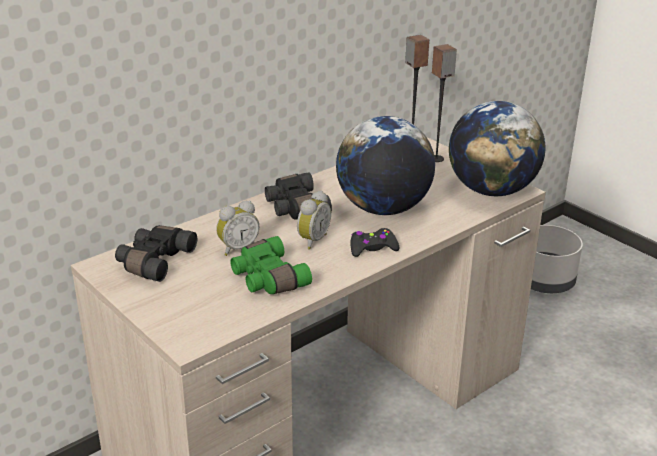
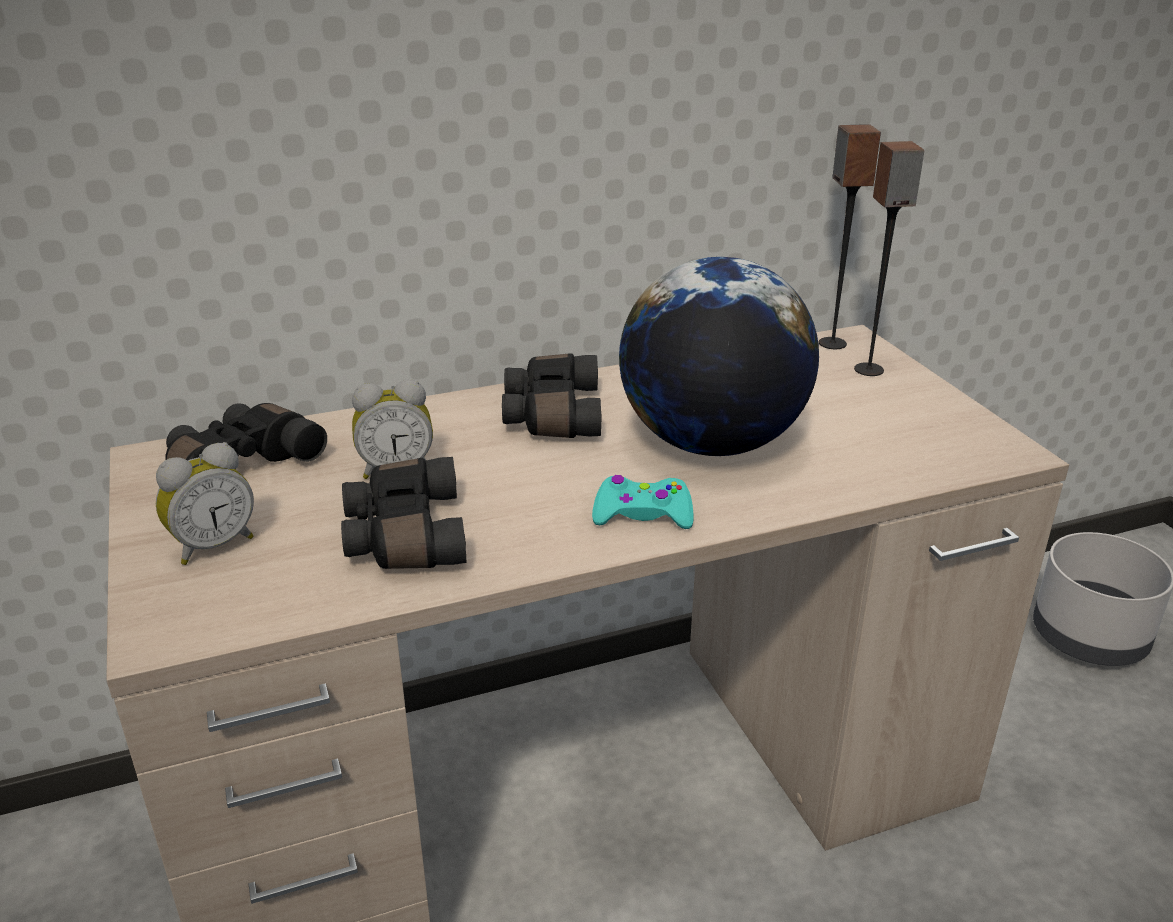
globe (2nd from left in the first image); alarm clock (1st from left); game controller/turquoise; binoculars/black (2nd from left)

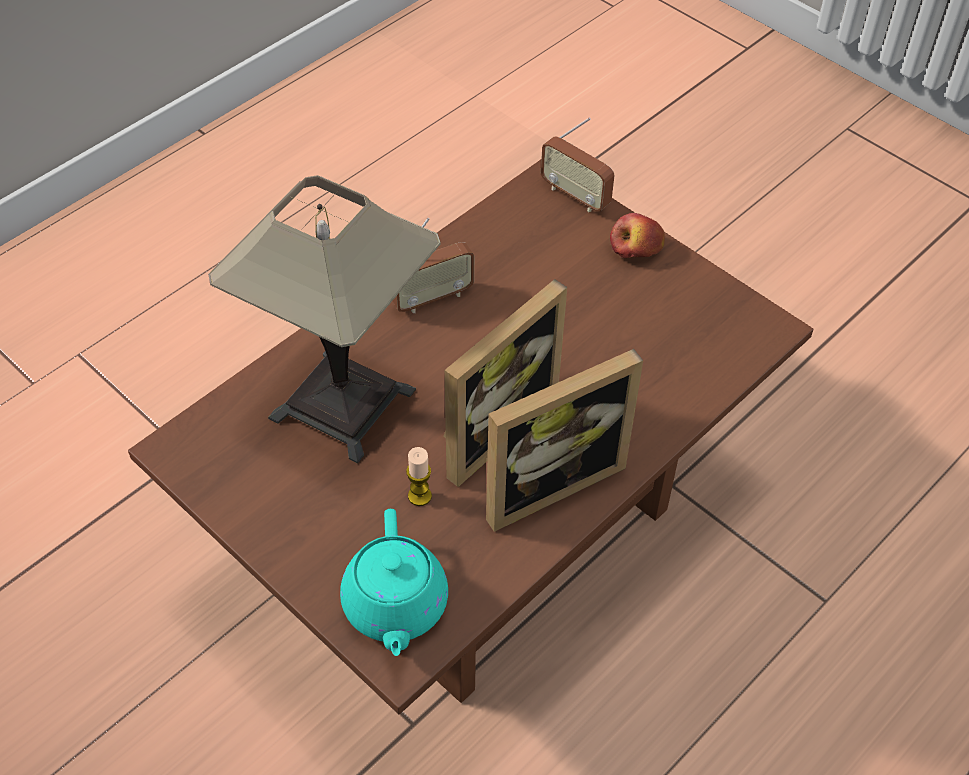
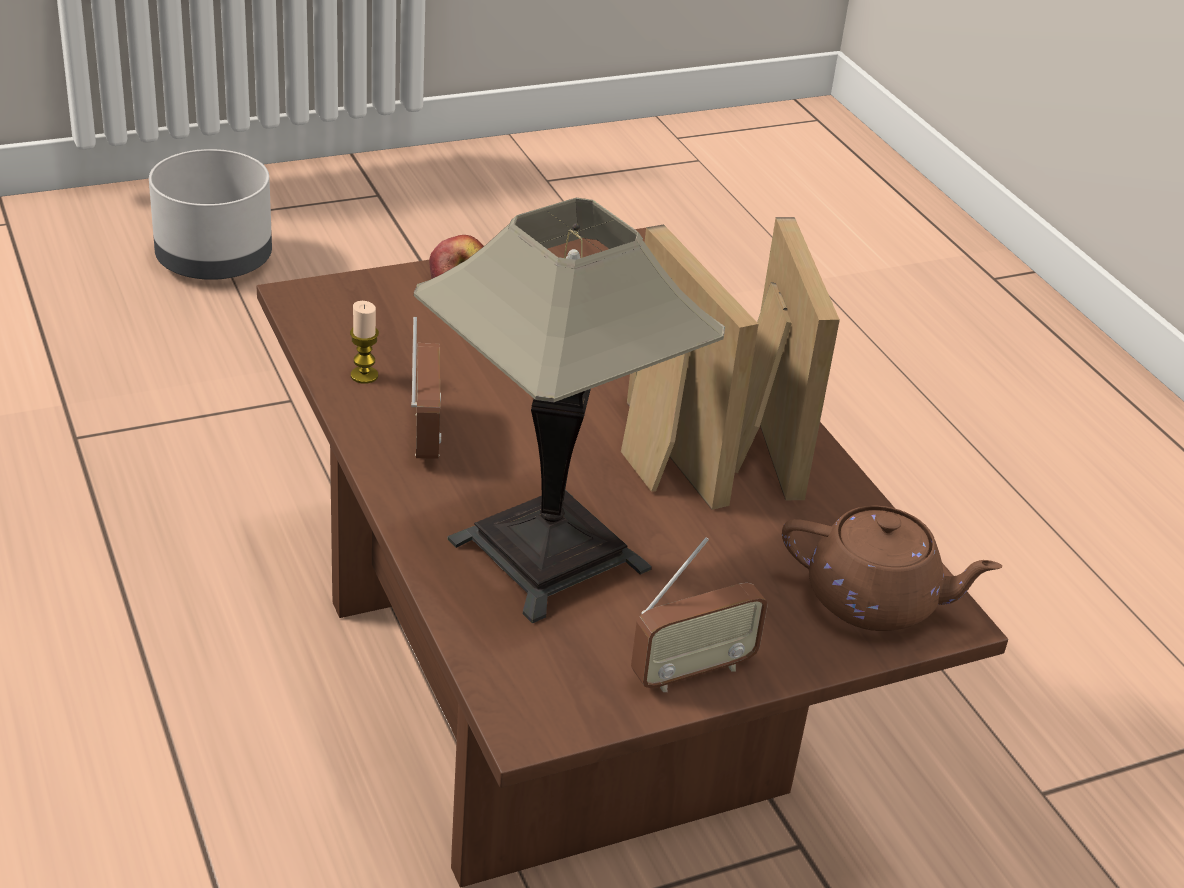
radio (2nd from left); candle; teapot/brown; planter/grey

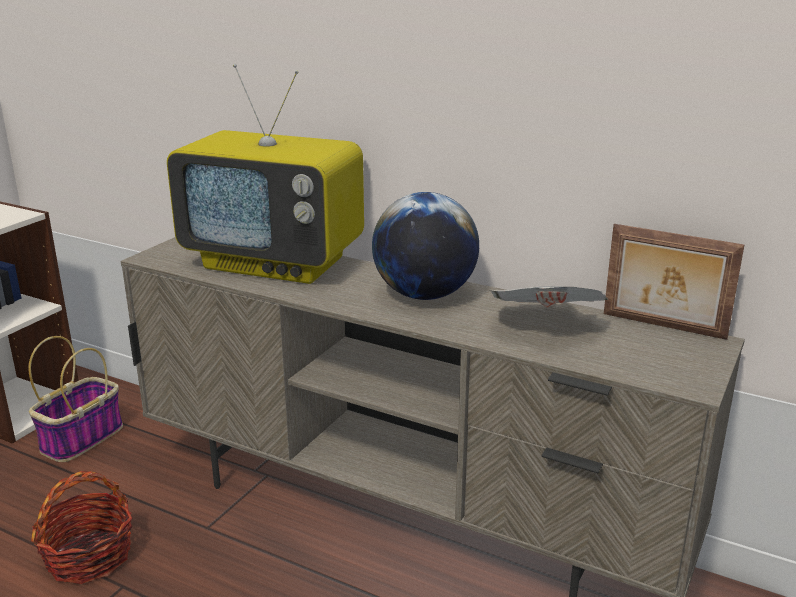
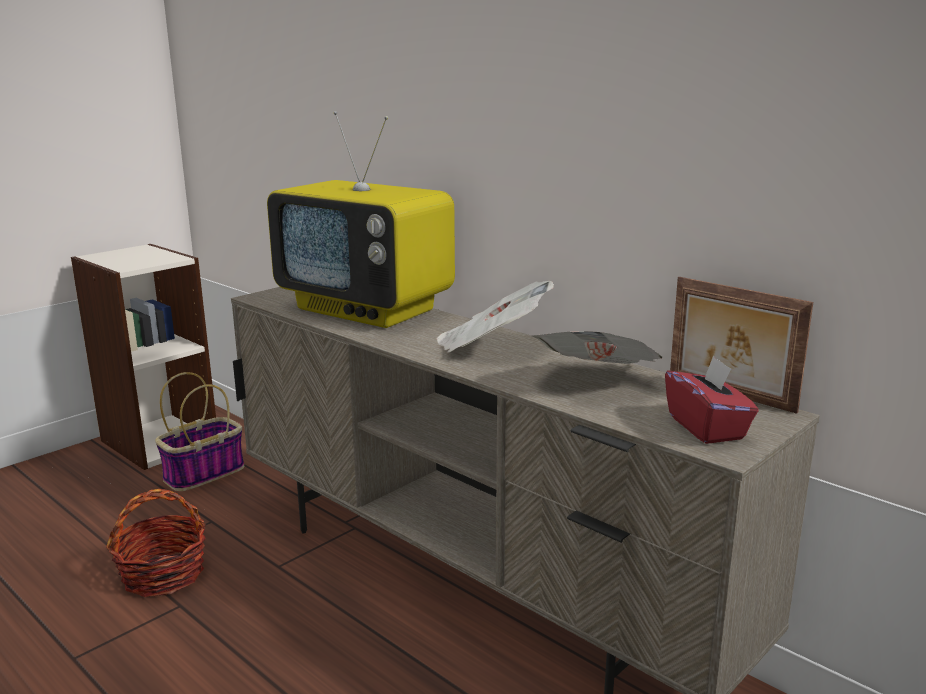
newspaper (1st from left); tissue box/red

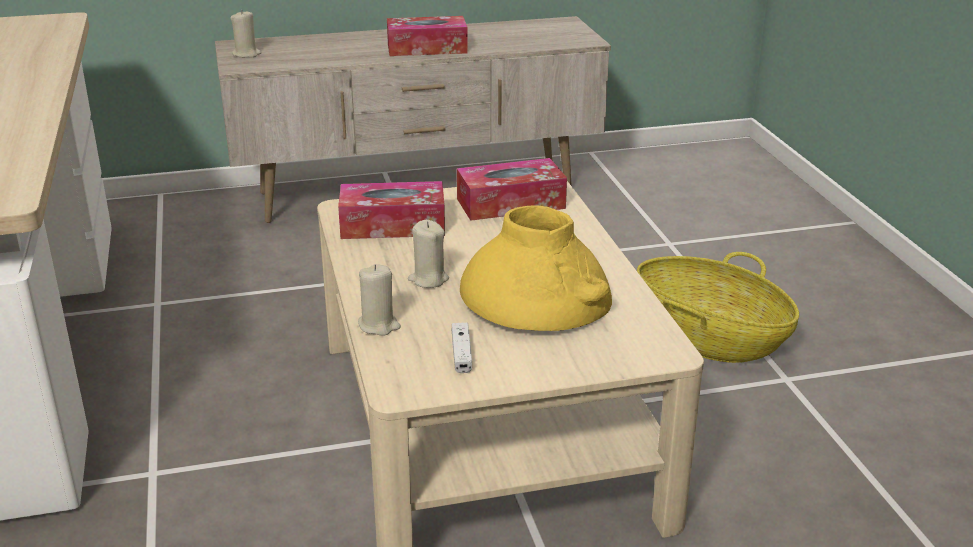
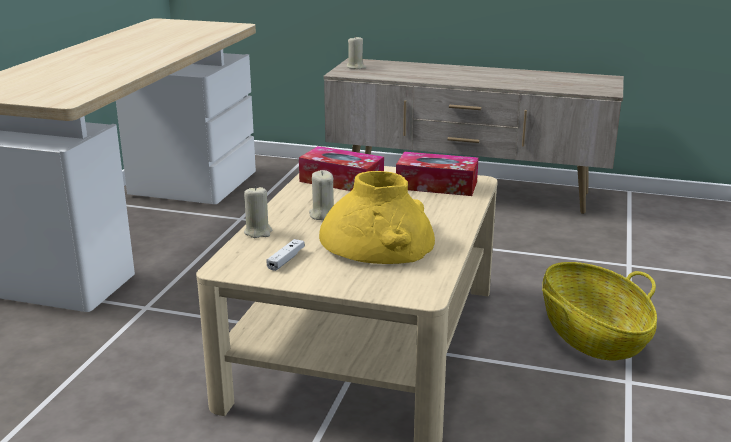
tissue box (2nd from left in the first image)

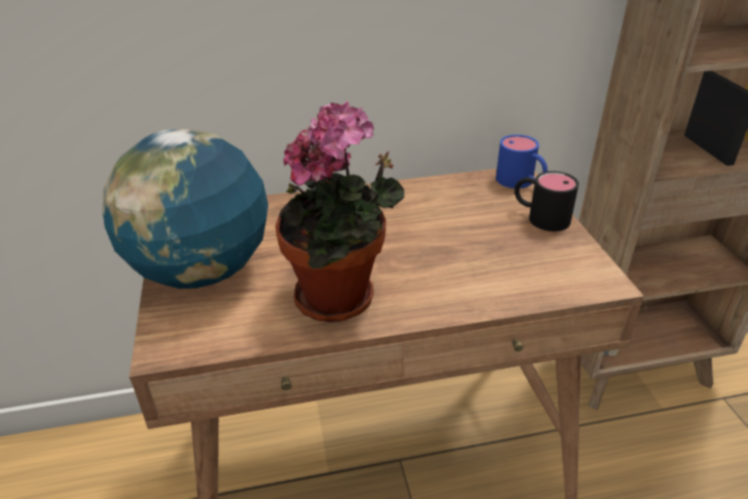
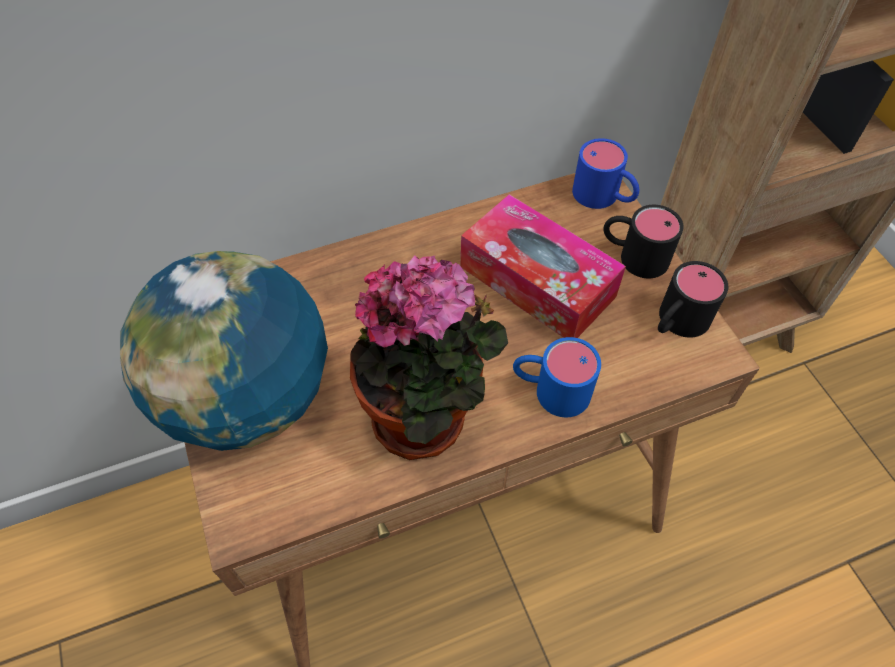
tissue box; mug/black (2nd from left); mug/blue (1st from left)

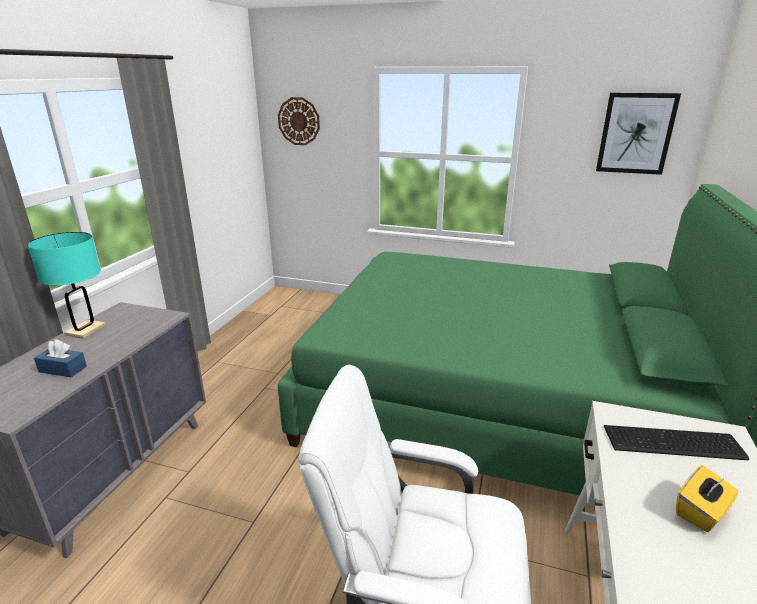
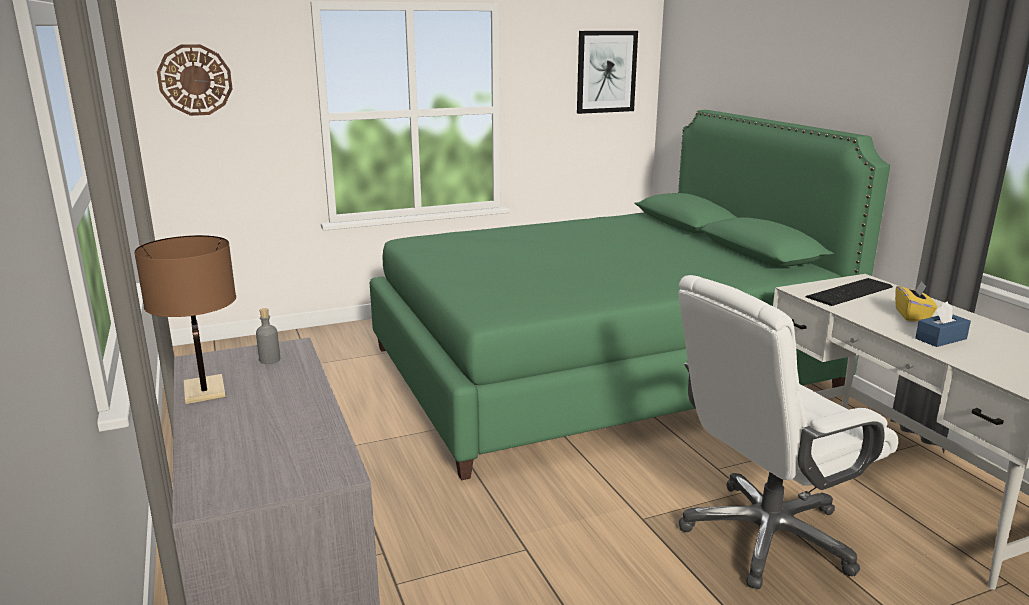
table lamp/brown; tissue box/blue; bottle/grey

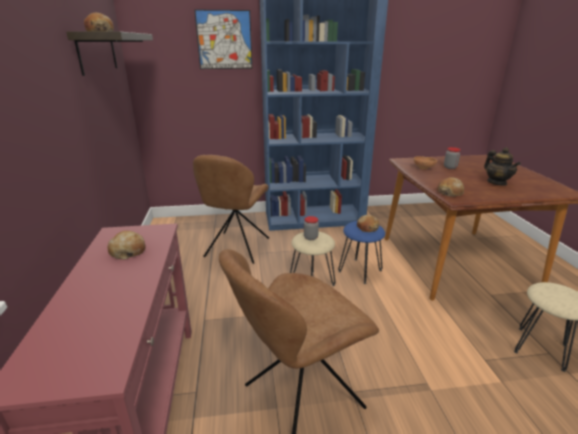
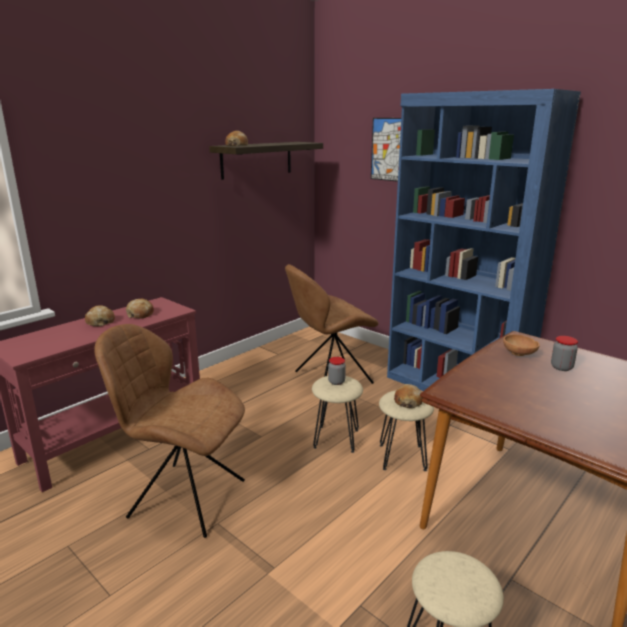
teapot; bread (1st from left); stool/beige (2nd from left)

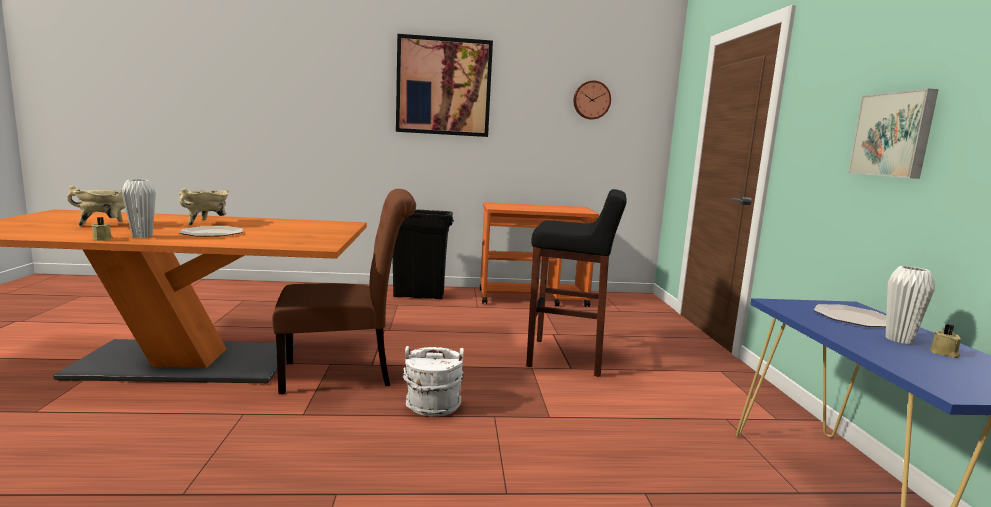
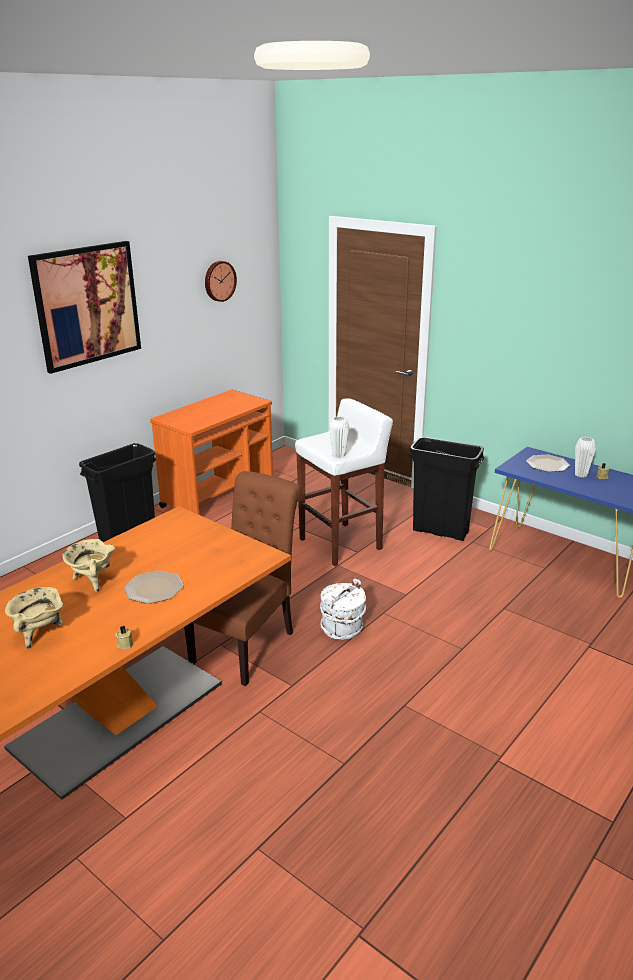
picture (2nd from left in the first image); vase/white (1st from left); stool/white; trash can/black (2nd from left)

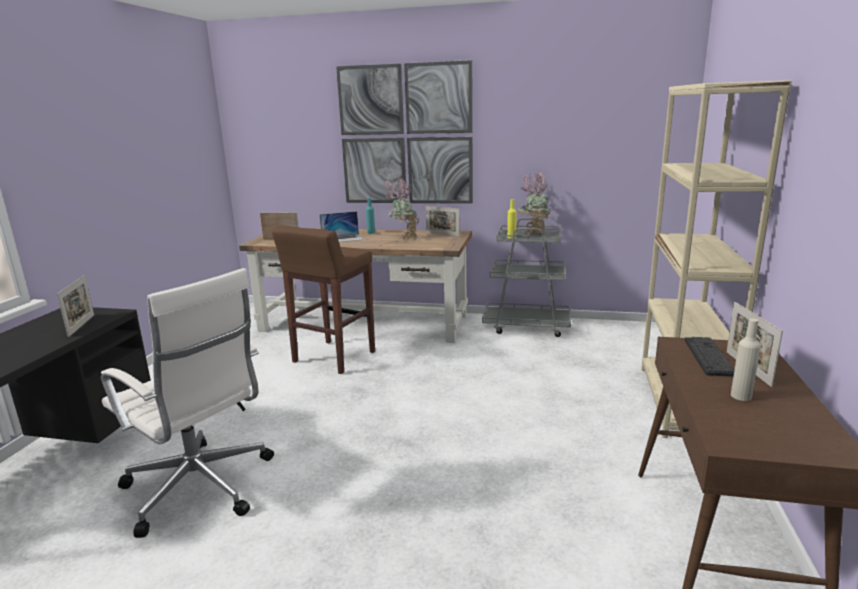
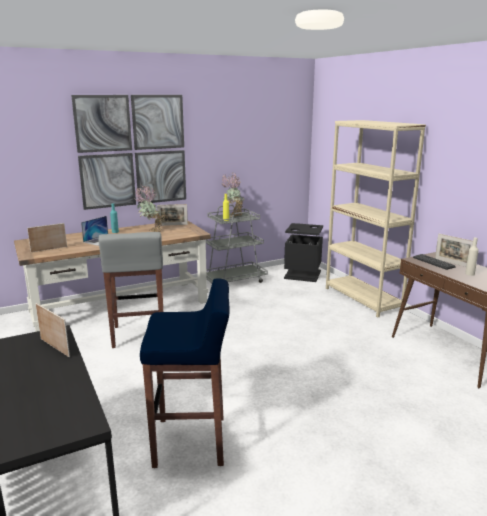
stool/grey; stool/blue; trash can/black

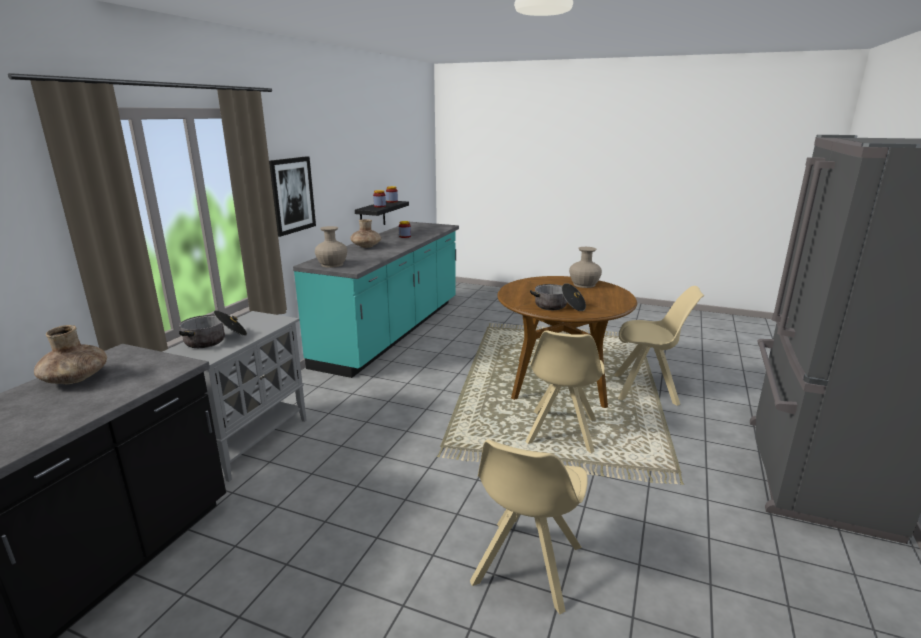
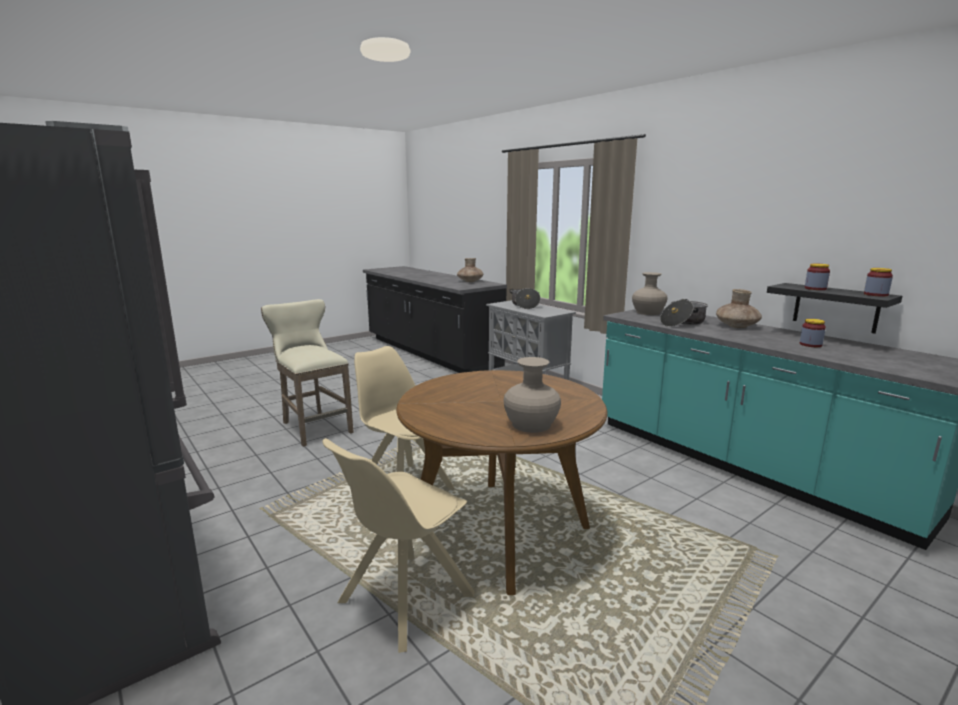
picture; cooking pot (2nd from left); stool/beige

